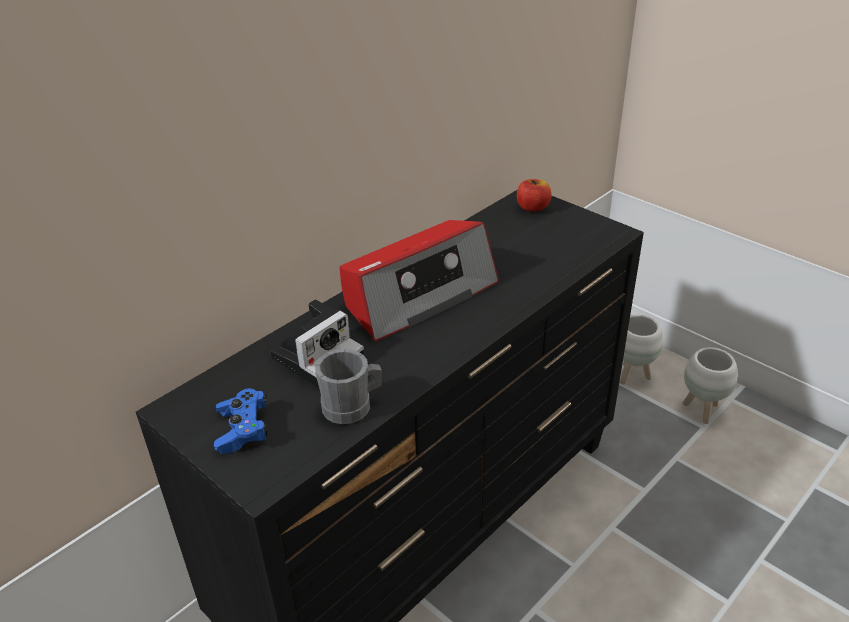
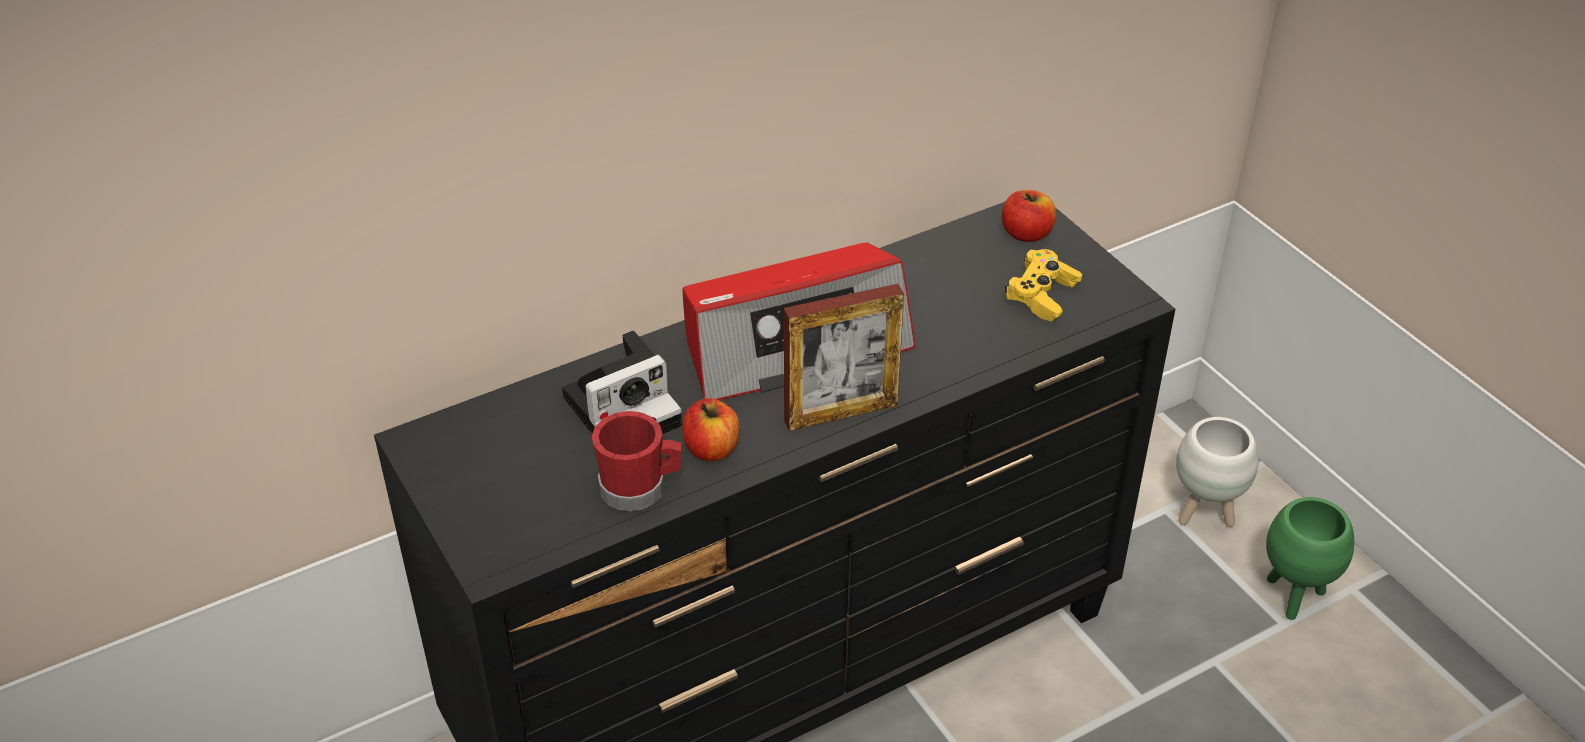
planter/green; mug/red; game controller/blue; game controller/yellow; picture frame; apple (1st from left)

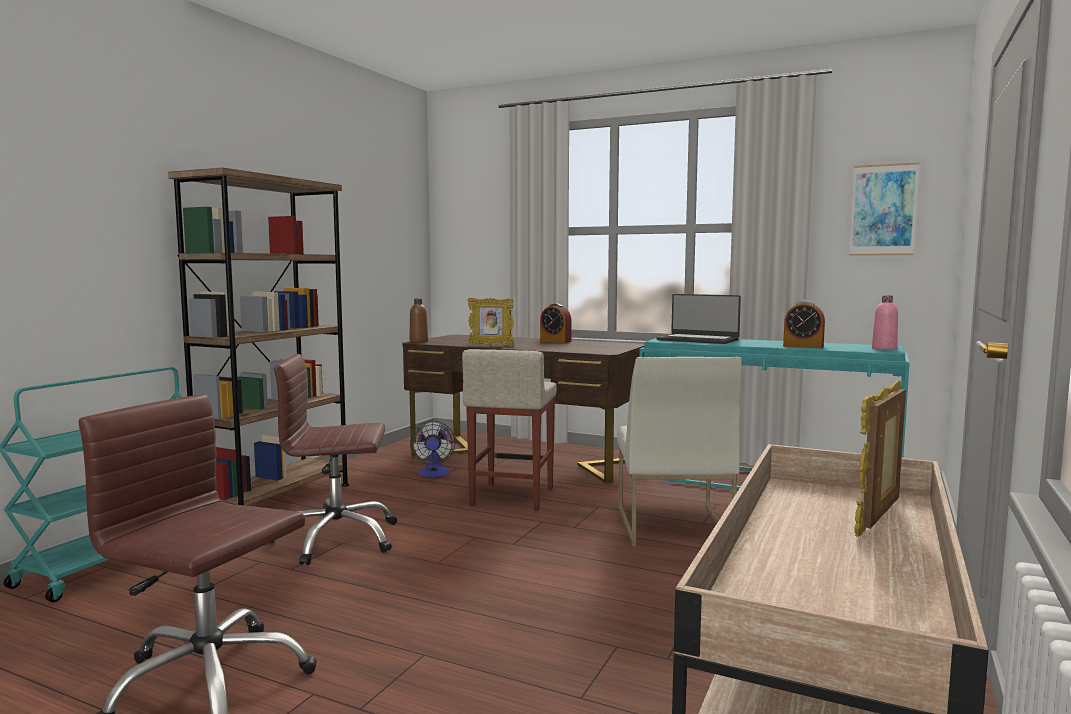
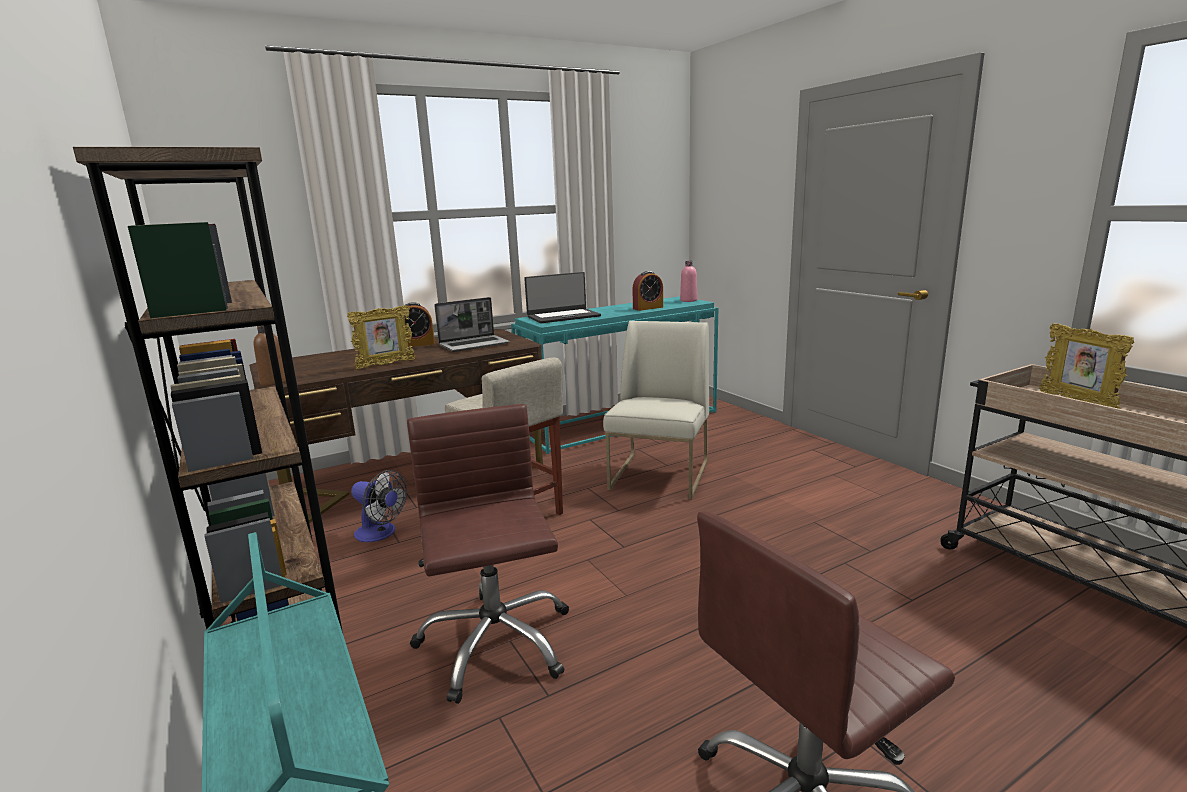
picture; office chair/brown (1st from left); chair/white; laptop (1st from left)

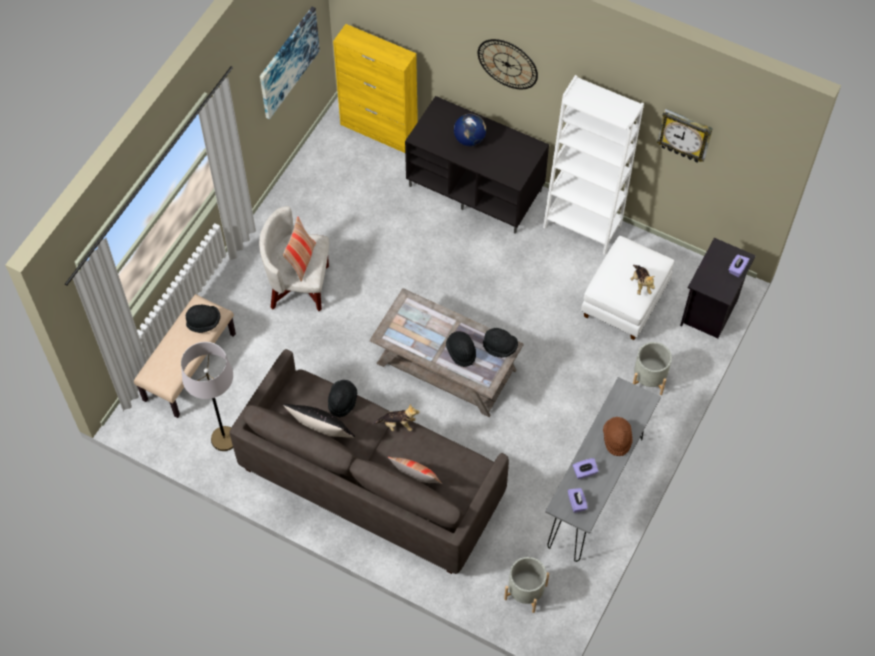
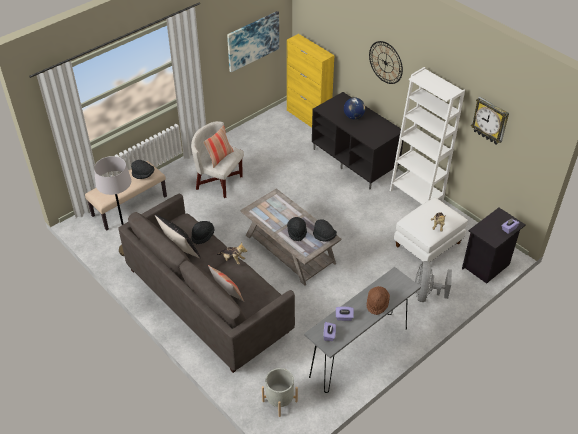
fan/grey

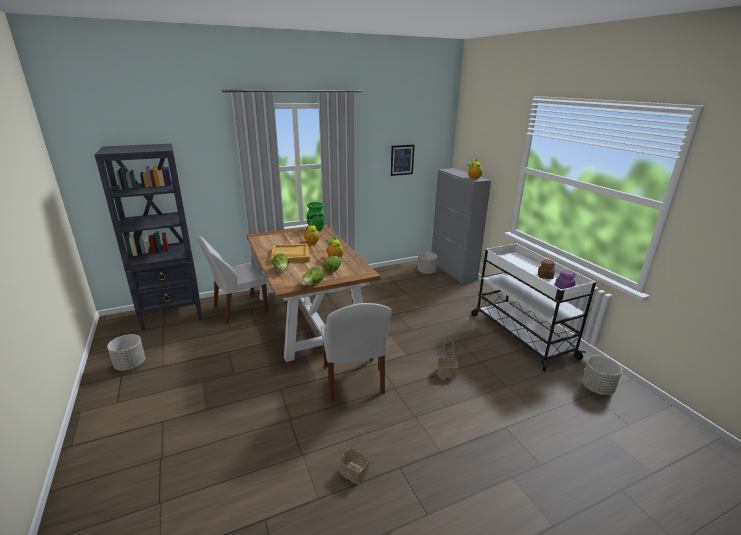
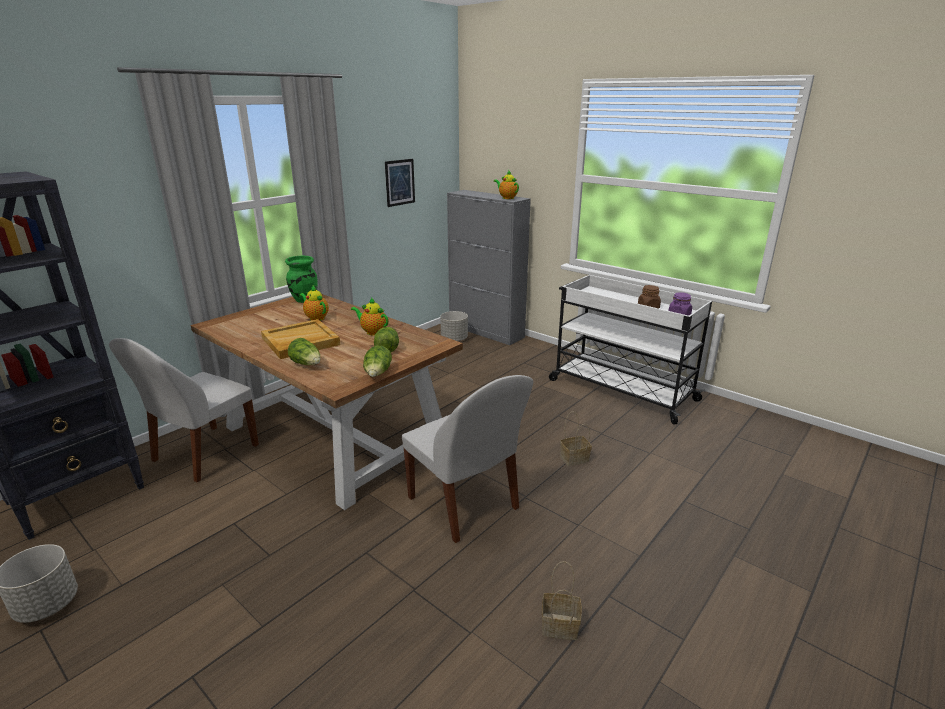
planter/grey (3rd from left in the first image)

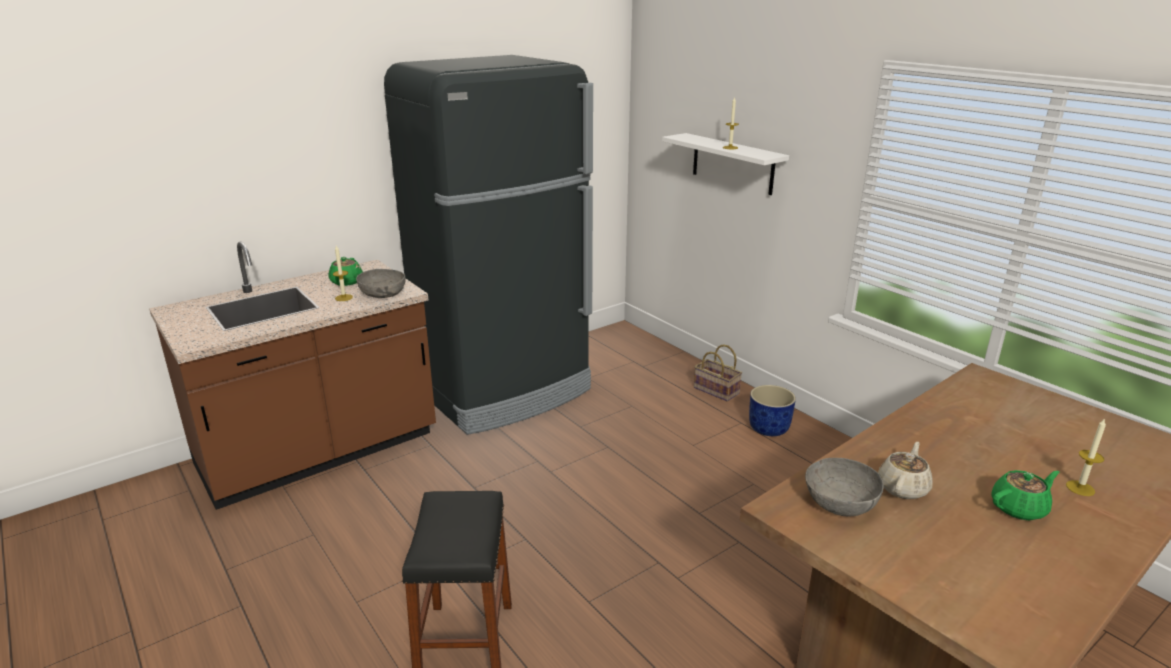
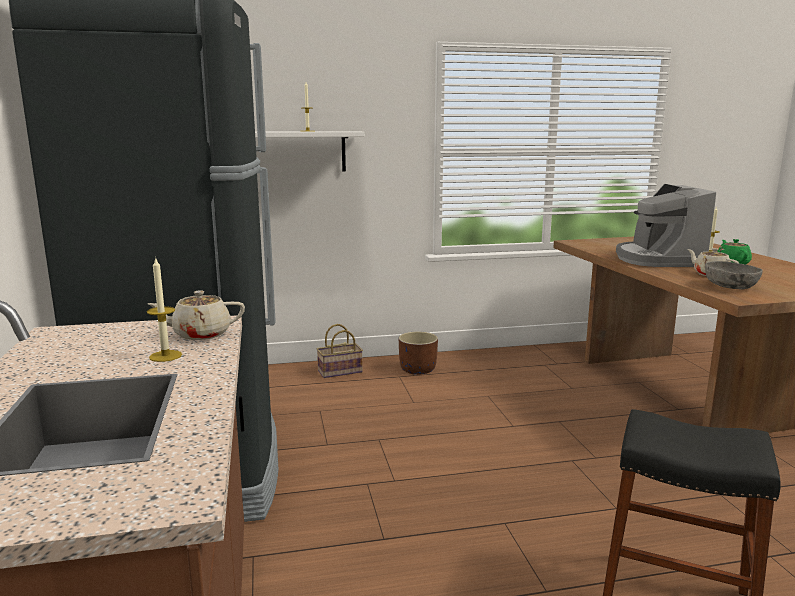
teapot/green (1st from left in the first image); teapot/beige (1st from left); planter/brown; coffee machine

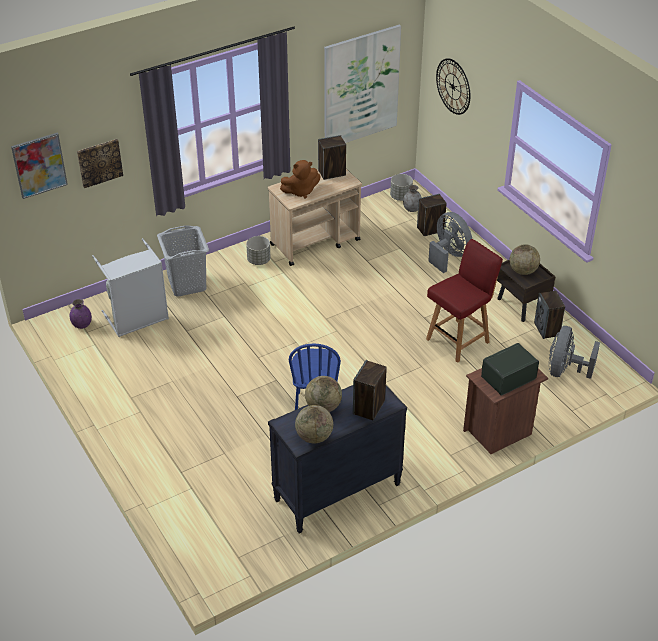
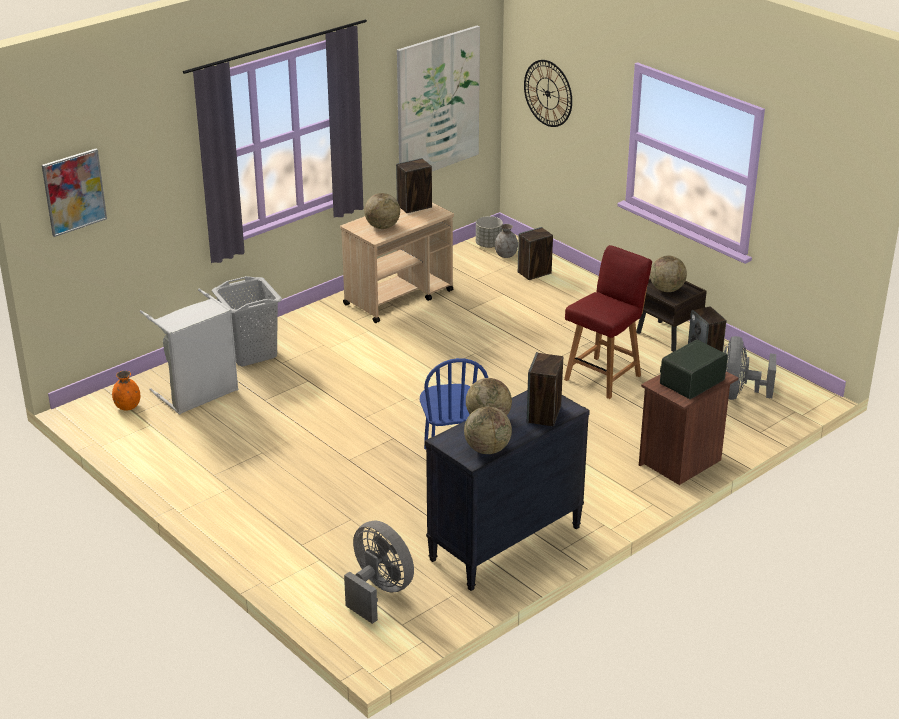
picture (2nd from left in the first image); globe (1st from left); fan/grey (1st from left); planter/grey (1st from left in the first image); vase/orange

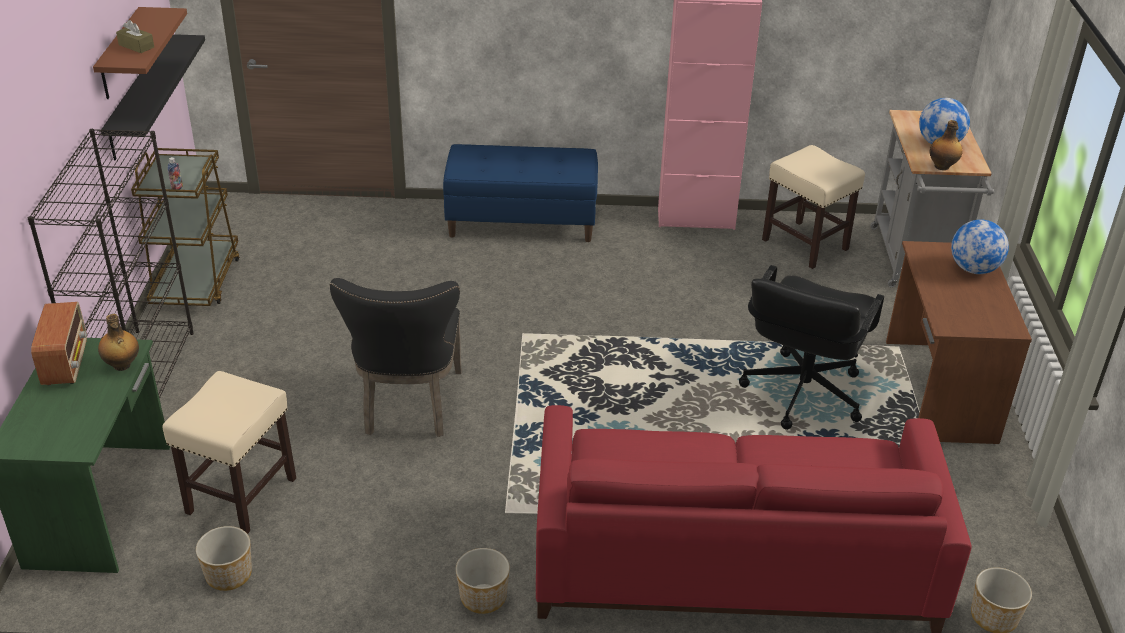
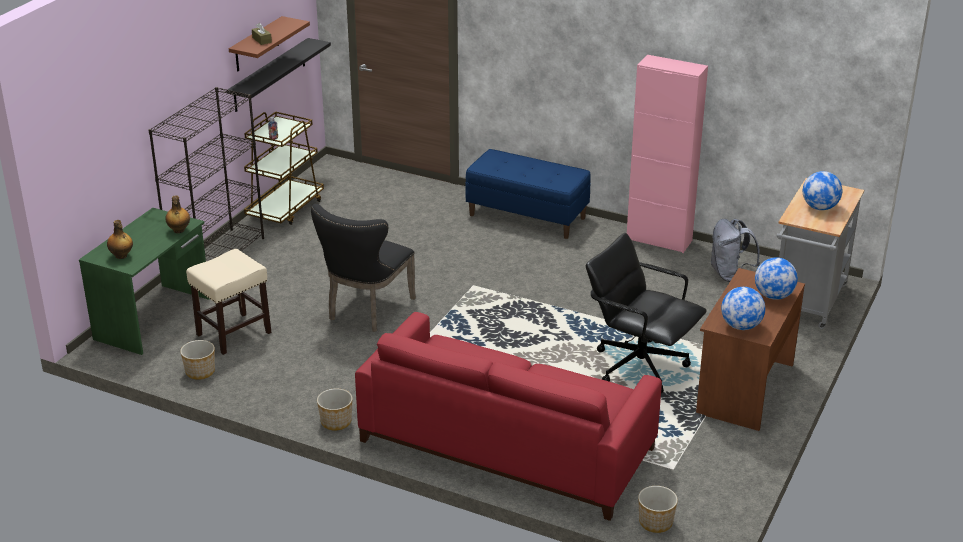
bottle (1st from left); backpack/grey; office chair/black; radio; globe (1st from left)

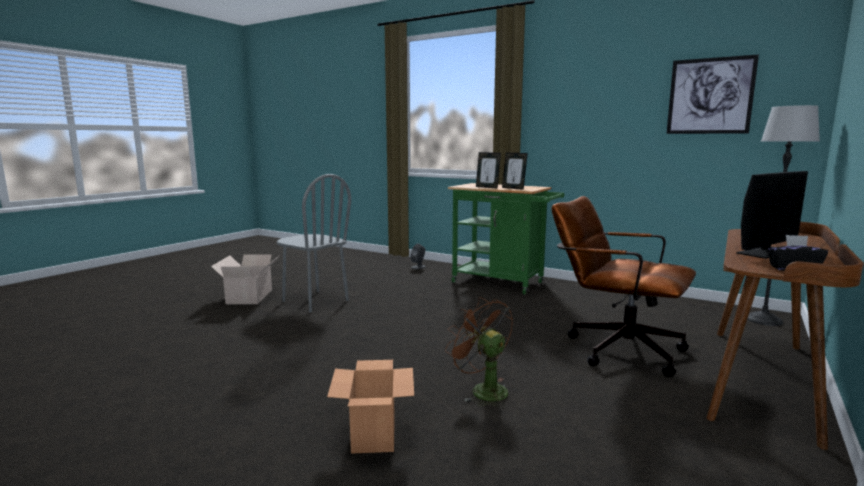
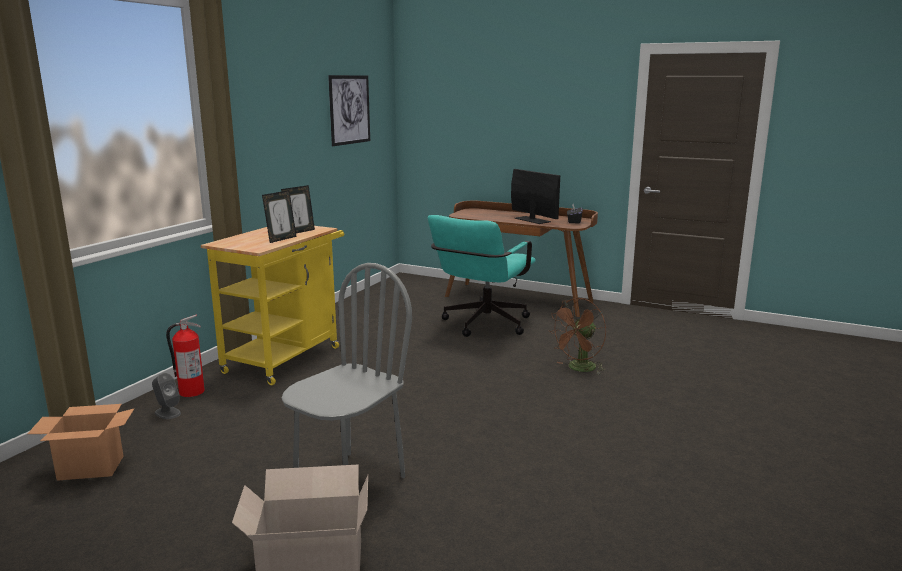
floor lamp; cart/yellow; office chair/turquoise; cardboard box (1st from left); fire extinguisher

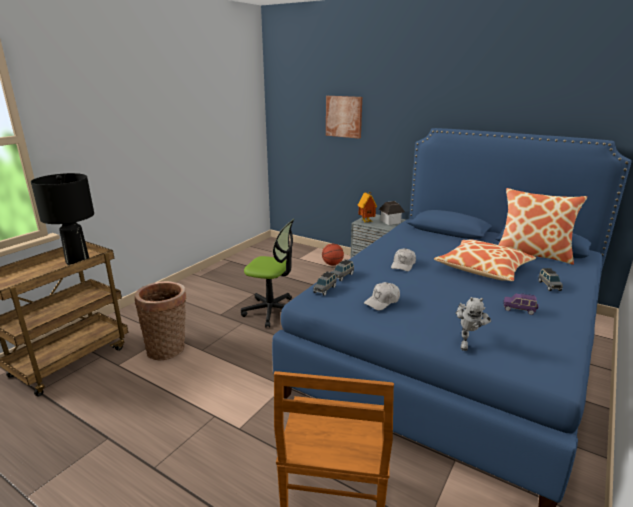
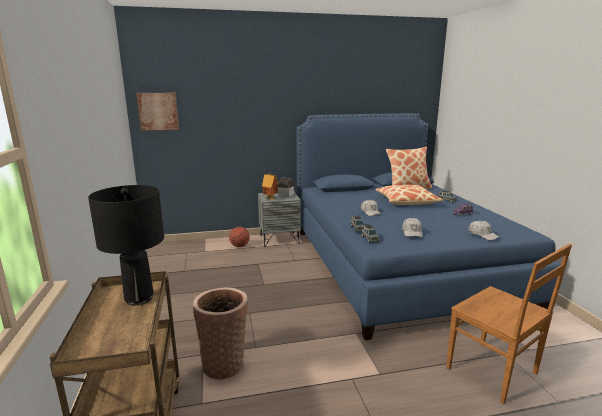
picture; office chair; cap/white (3rd from left)

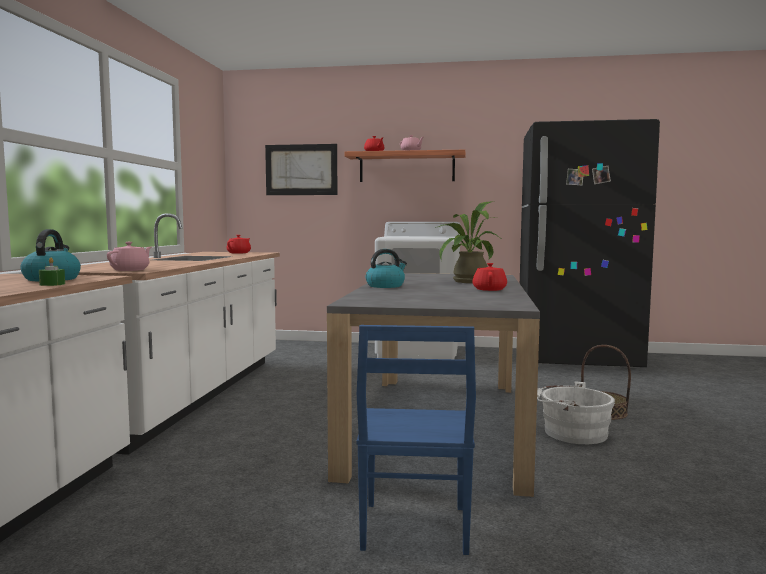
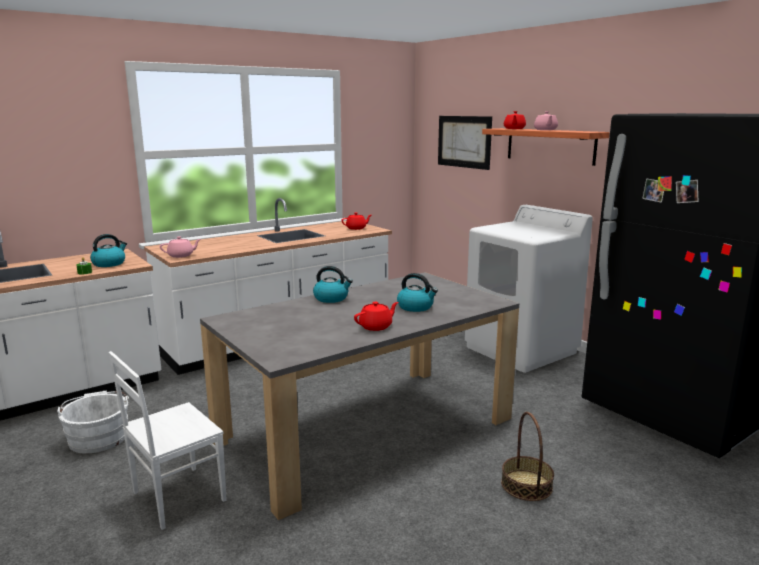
kettle (3rd from left); chair/white; bucket/white

